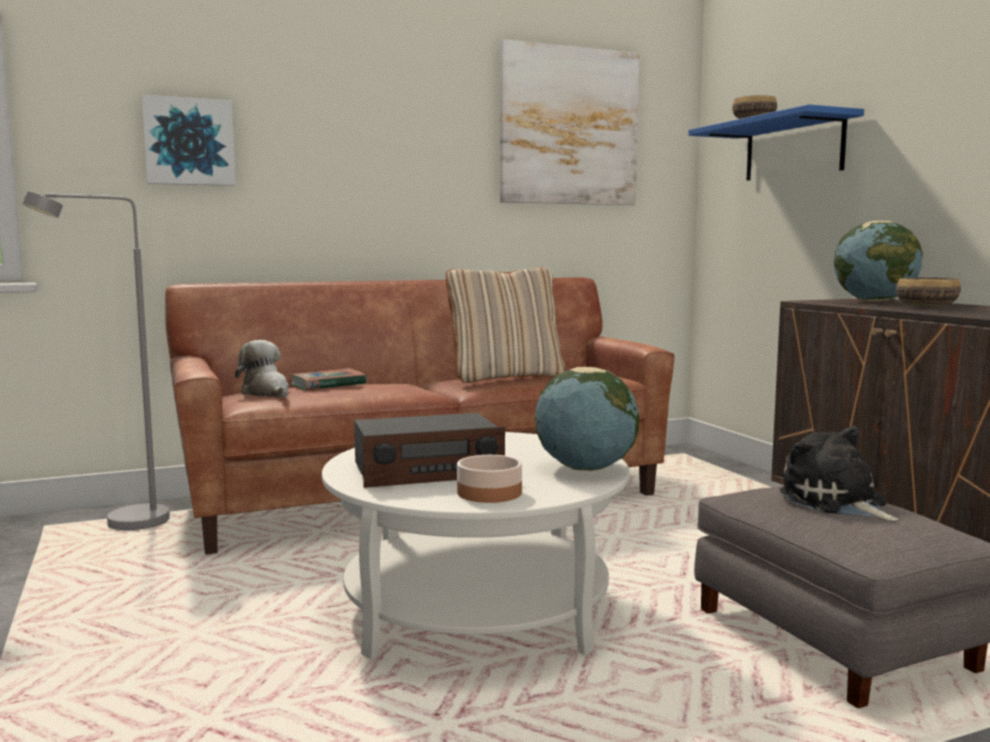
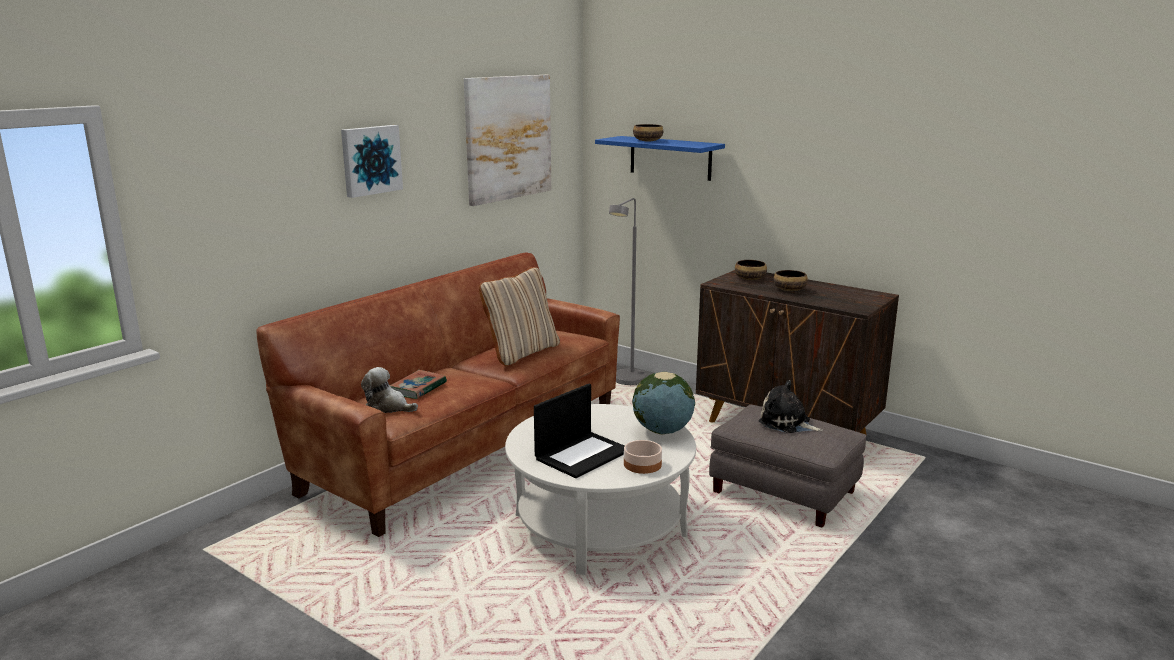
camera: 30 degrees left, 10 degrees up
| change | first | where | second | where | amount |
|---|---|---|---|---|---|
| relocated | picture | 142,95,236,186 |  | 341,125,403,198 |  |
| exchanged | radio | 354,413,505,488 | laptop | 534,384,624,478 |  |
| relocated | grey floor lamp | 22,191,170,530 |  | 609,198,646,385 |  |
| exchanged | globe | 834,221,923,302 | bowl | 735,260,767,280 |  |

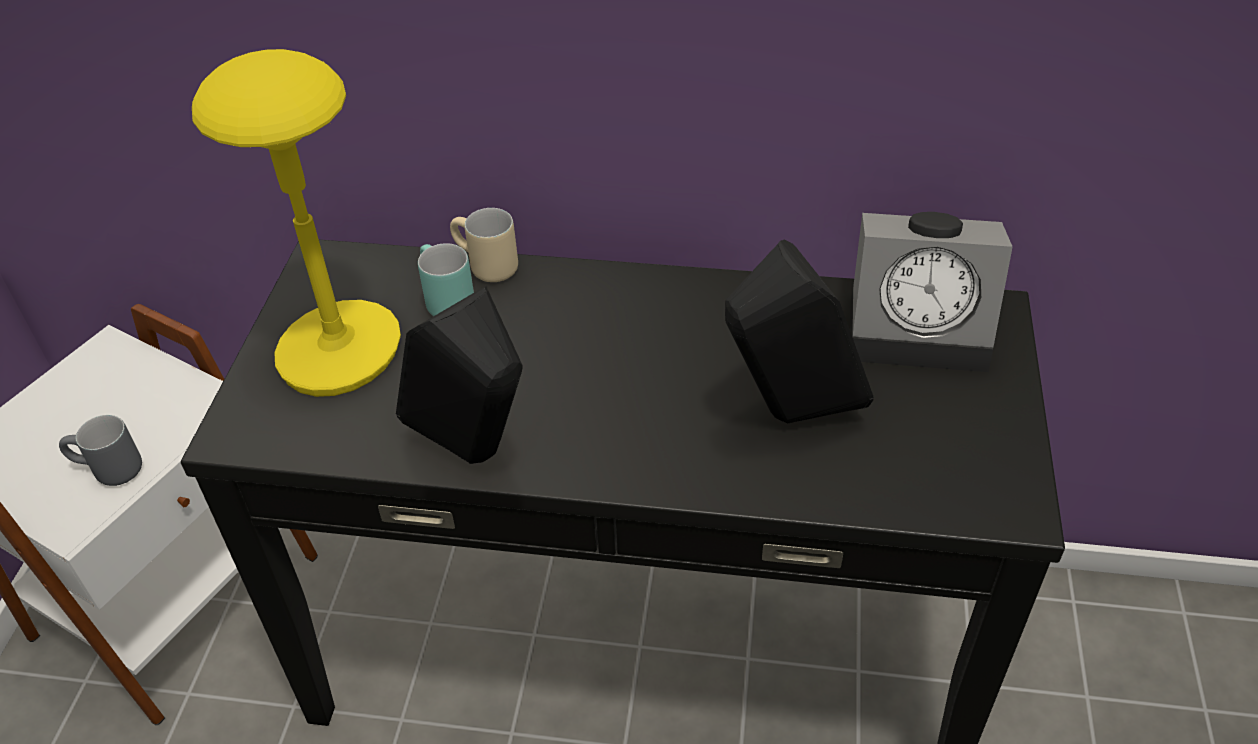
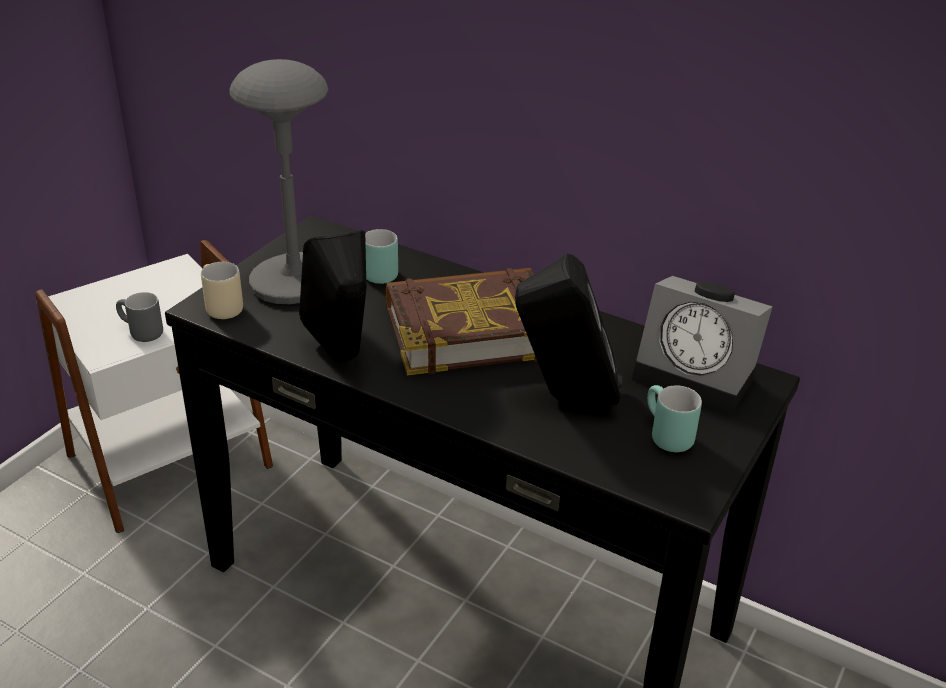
camera: 20 degrees right, 10 degrees down
| change | first | where | second | where | amount |
|---|---|---|---|---|---|
| relocated | beige mug | 450,208,518,282 |  | 201,262,243,319 |  |
| colour | yellow table lamp | 192,49,401,397 | grey table lamp | 230,59,328,304 |  |
| appeared |  |  | book | 386,268,537,375 |  |
| appeared |  |  | turquoise mug | 647,385,702,452 |  |

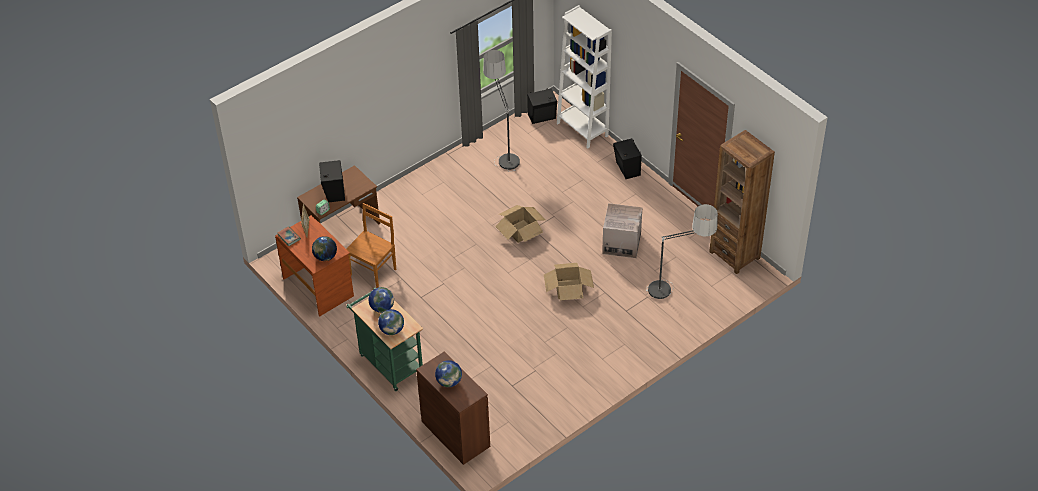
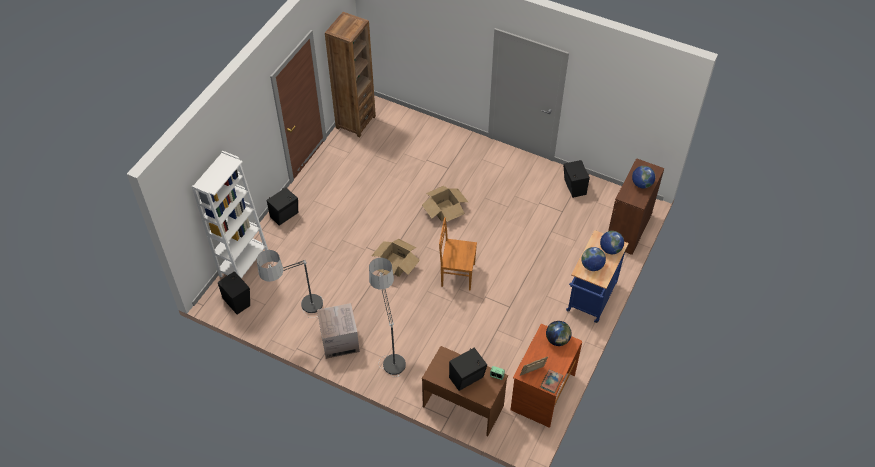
camera: 115 degrees left, 5 degrees up
| change | first | where | second | where | amount |
|---|---|---|---|---|---|
| relocated | cardboard box | 602,203,642,258 |  | 317,303,360,359 |  |
| relocated | floor lamp | 646,204,718,299 |  | 369,258,406,377 |  |
| relocated | brown chair | 346,203,396,288 |  | 439,217,477,290 |  |
| appeared |  |  | black speaker | 563,160,590,198 |  |
| colour | green cart | 346,288,423,391 | blue cart | 566,230,629,323 |  |

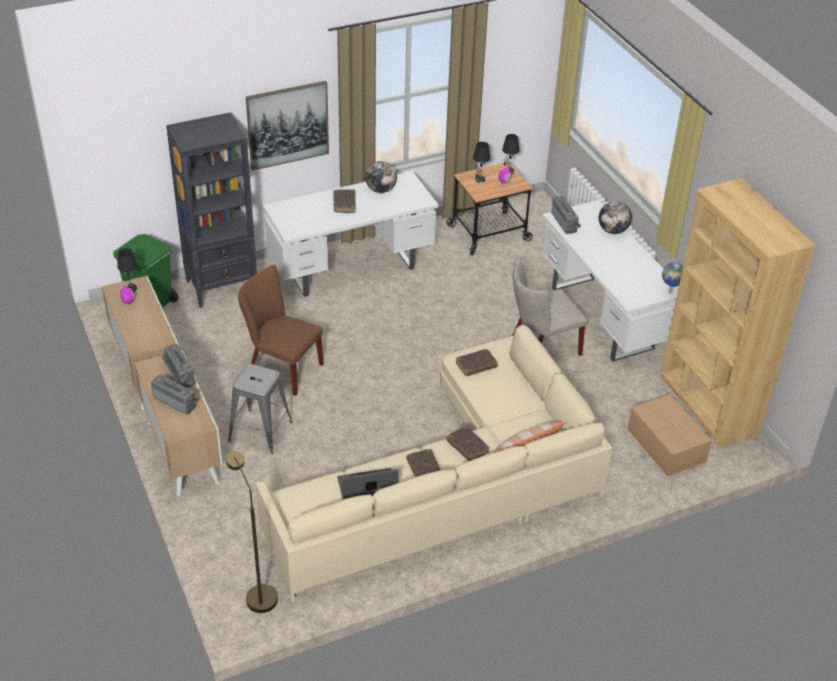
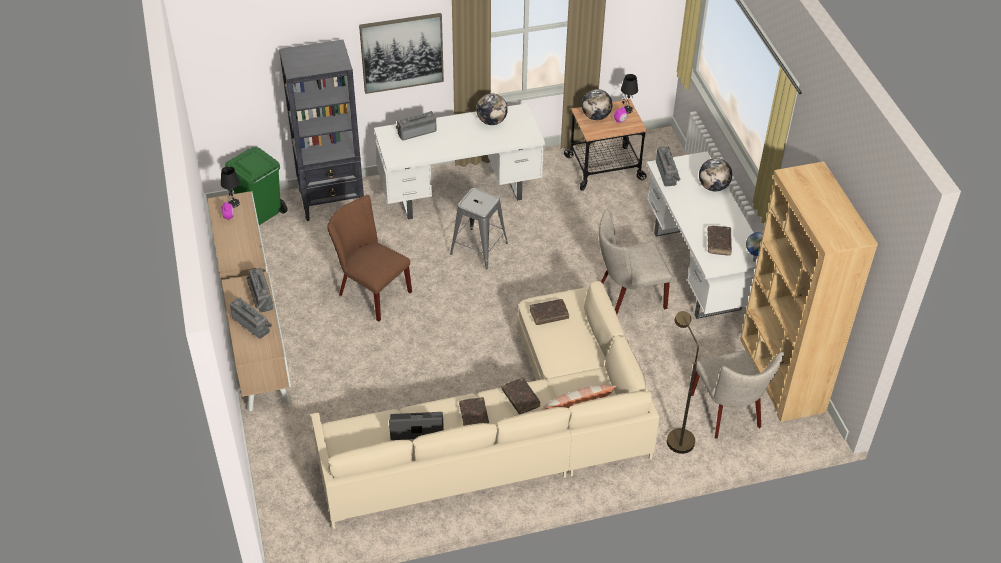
camera: 10 degrees right, 5 degrees up
| change | first | where | second | where | amount |
|---|---|---|---|---|---|
| appeared |  |  | radio | 396,111,437,140 |  |
| relocated | grey stool | 228,364,292,454 |  | 450,188,508,269 |  |
| exchanged | black table lamp | 473,142,490,183 | globe | 582,89,612,120 |  |
| relocated | brown floor lamp | 226,451,278,613 |  | 667,311,699,454 |  |
| exchanged | cardboard box | 627,394,712,476 | beige chair | 691,350,784,439 |  |
| relocated | brown book | 333,189,356,213 |  | 707,226,732,256 |  |

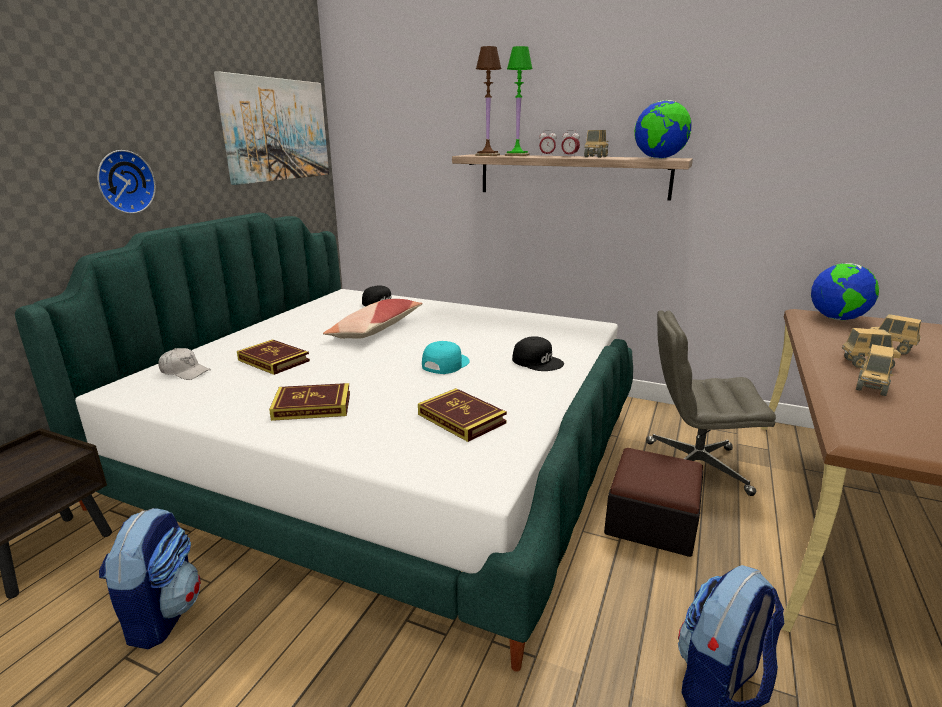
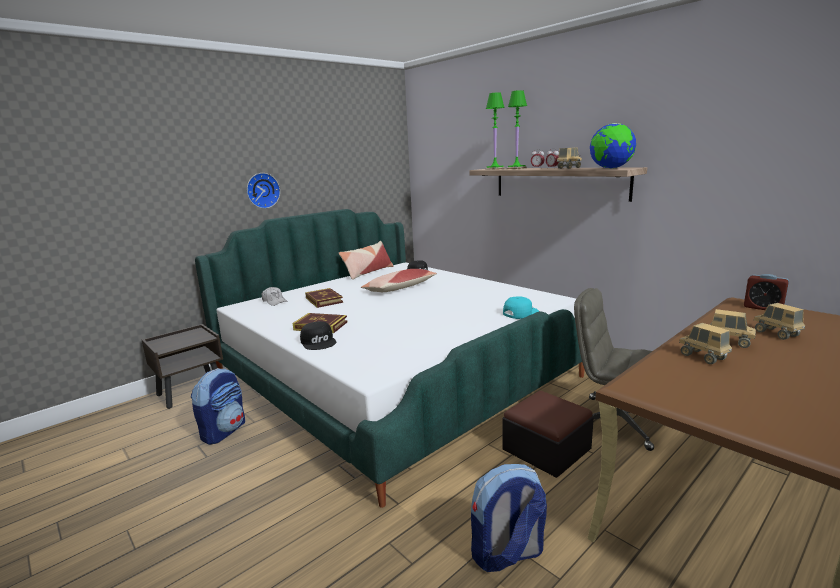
camera: 25 degrees right, 5 degrees down
| change | first | where | second | where | amount |
|---|---|---|---|---|---|
| relocated | black cap | 512,337,564,371 |  | 300,321,337,350 |  |
| appeared |  |  | pillow | 339,241,394,280 |  |
| colour | brown table lamp | 475,46,501,156 | green table lamp | 485,92,505,170 |  |
| relocated | turquoise cap | 422,341,470,374 |  | 503,296,539,319 |  |
| spun | toy truck | 856,344,894,396 |  | 679,323,732,364 | 90 degrees clockwise |
| exchanged | globe | 811,263,879,320 | alarm clock | 744,274,789,310 |  |
| missing | picture | 214,71,329,185 |  |  |  |
| missing | book | 418,388,507,442 |  |  |  |

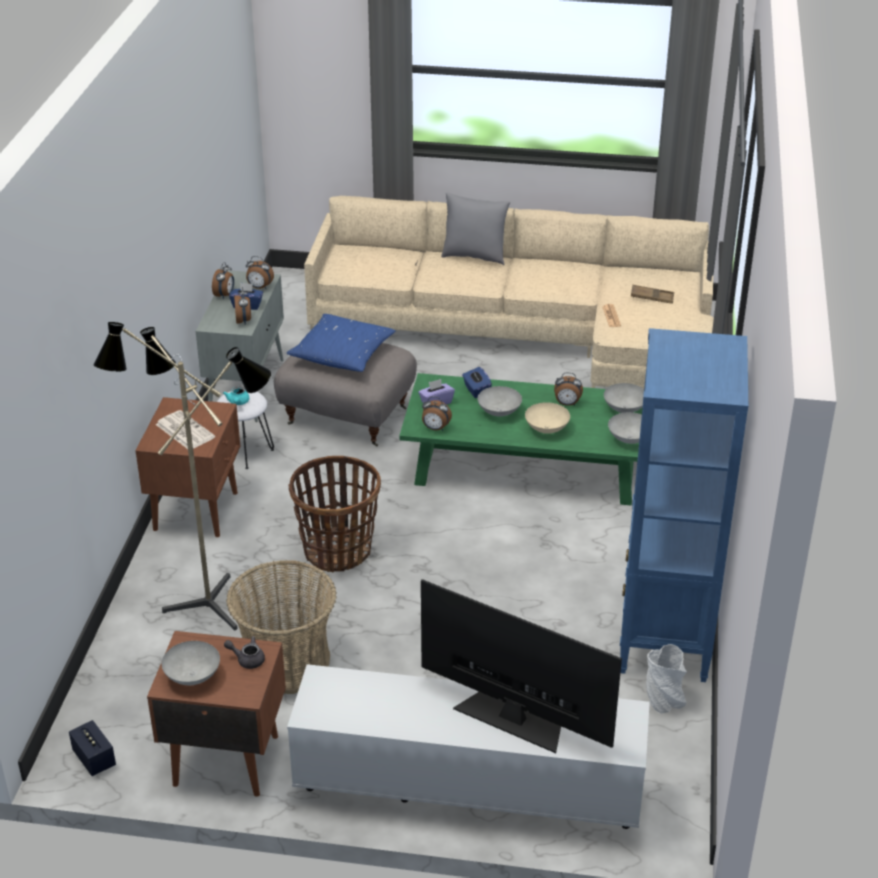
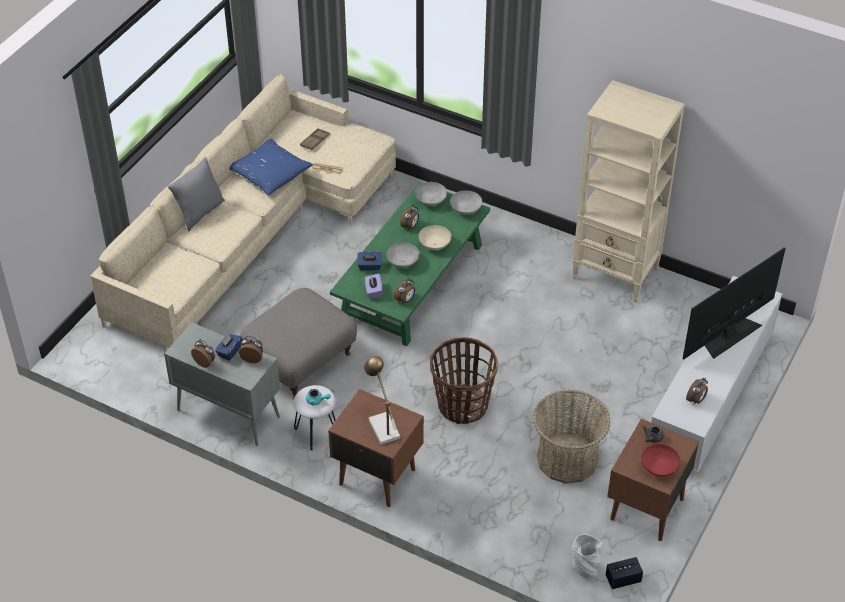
camera: 70 degrees left, 10 degrees up
| change | first | where | second | where | amount |
|---|---|---|---|---|---|
| relocated | blue pillow | 287,314,396,372 |  | 229,138,313,195 |  |
| exchanged | newspaper | 156,410,215,449 | table lamp | 364,356,400,445 |  |
| relocated | grey vase | 646,644,687,714 |  | 571,534,603,578 |  |
| colour | blue bookcase | 620,328,748,682 | beige bookcase | 572,80,685,303 |  |
| colour | grey bowl | 162,641,220,685 | red bowl | 641,444,680,476 |  |
| relocated | alarm clock | 246,256,274,289 |  | 686,378,708,404 |  |
| missing | floor lamp | 94,322,271,631 |  |  |  |

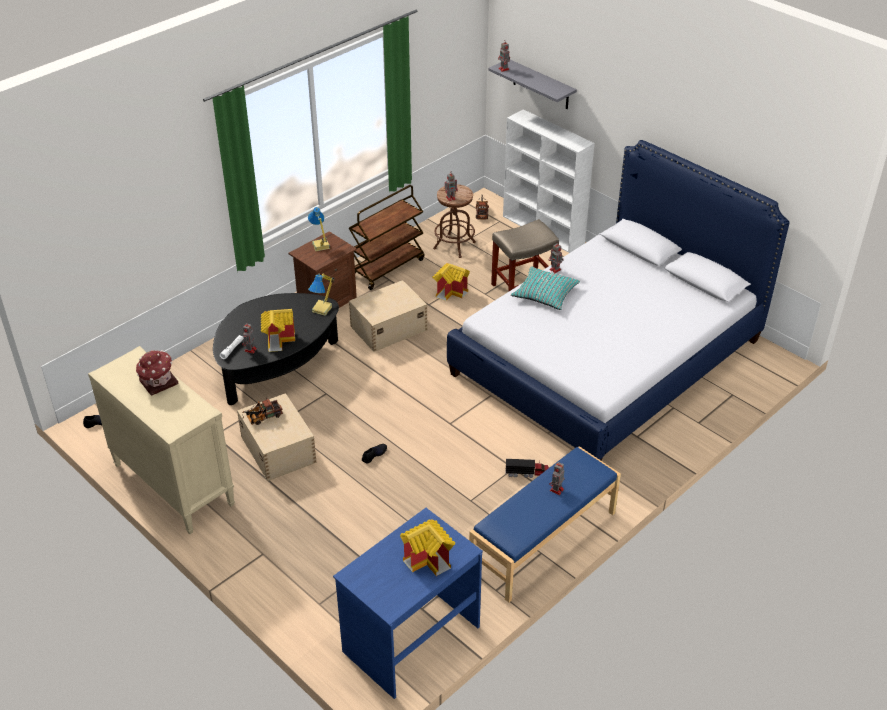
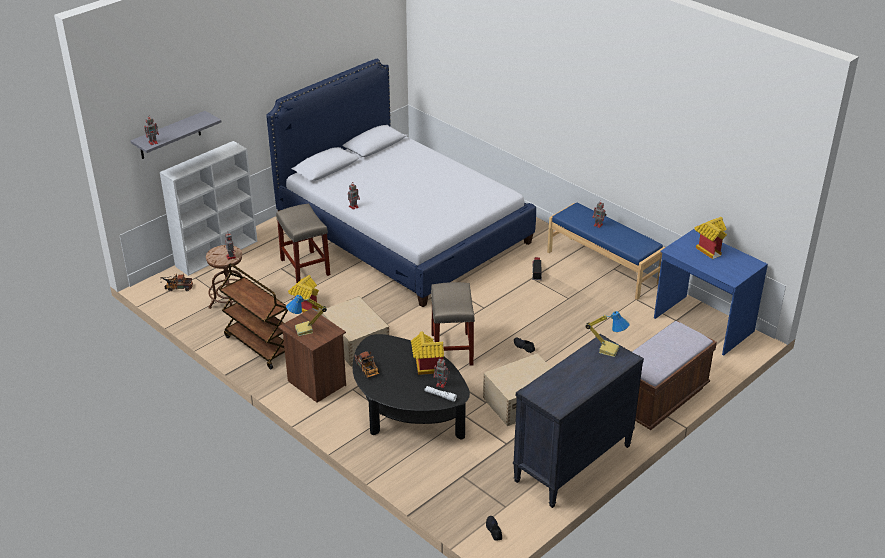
camera: 90 degrees left, 5 degrees down
| change | first | where | second | where | amount |
|---|---|---|---|---|---|
| relocated | toy truck | 242,397,283,425 |  | 354,351,379,378 |  |
| appeared |  |  | beige stool | 431,282,475,365 |  |
| colour | beige dresser | 88,346,235,534 | black dresser | 513,334,644,508 |  |
| relocated | table lamp | 308,273,334,316 |  | 585,311,630,357 |  |
| appeared |  |  | brown bench | 632,321,717,430 |  |
| missing | toy house | 136,350,178,396 |  |  |  |
| missing | turquoise pillow | 511,267,580,310 |  |  |  |

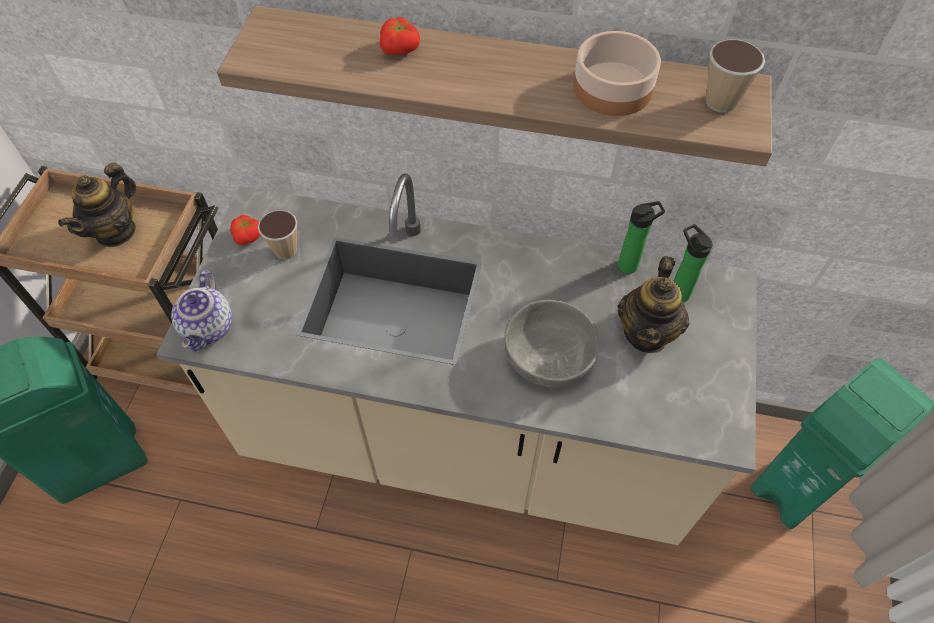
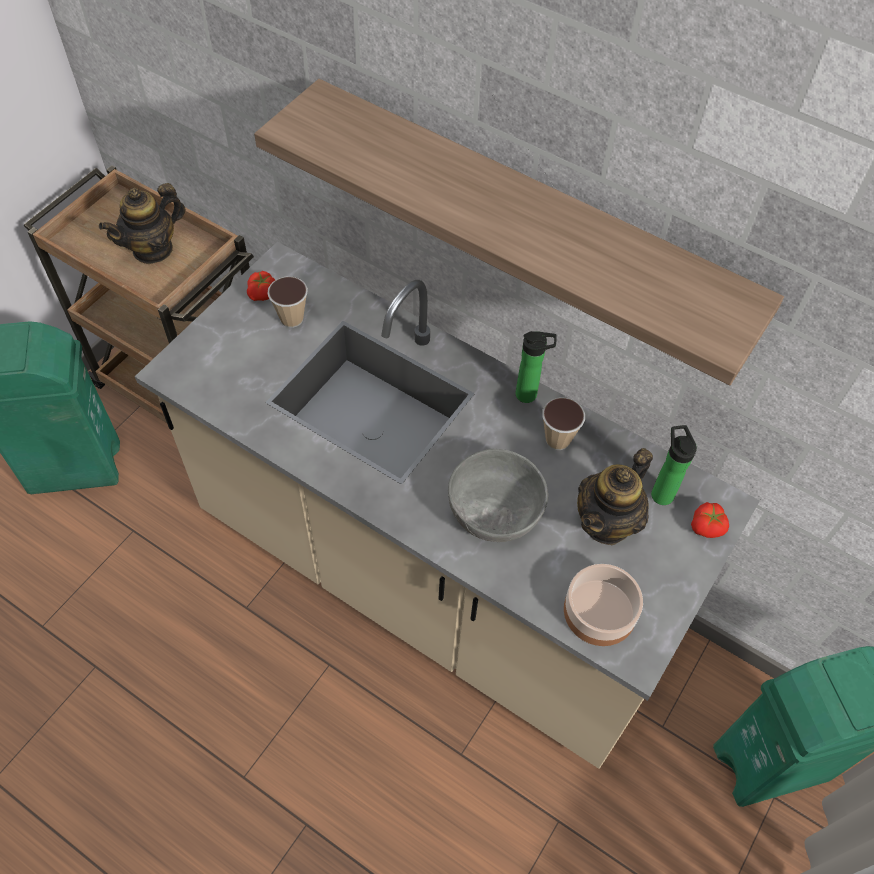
camera: 20 degrees right, 0 degrees up
| change | first | where | second | where | amount |
|---|---|---|---|---|---|
| relocated | bottle | 618,201,665,274 |  | 516,331,557,403 |  |
| relocated | cup | 706,39,765,113 |  | 542,397,585,450 |  |
| relocated | bowl | 573,31,661,116 |  | 564,564,643,646 |  |
| relocated | tomato | 380,17,420,55 |  | 691,502,729,538 |  |
| missing | teapot | 171,270,232,351 |  |  |  |

